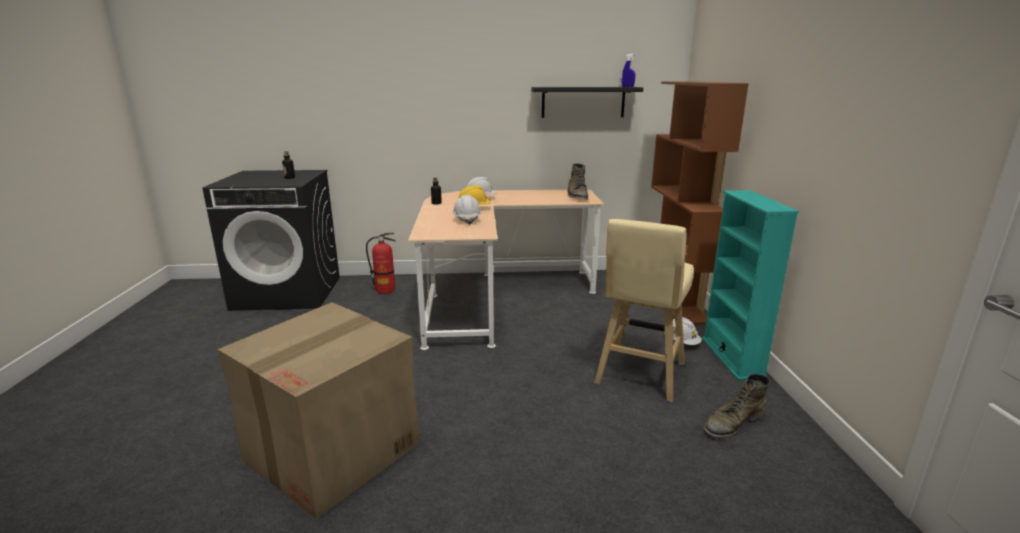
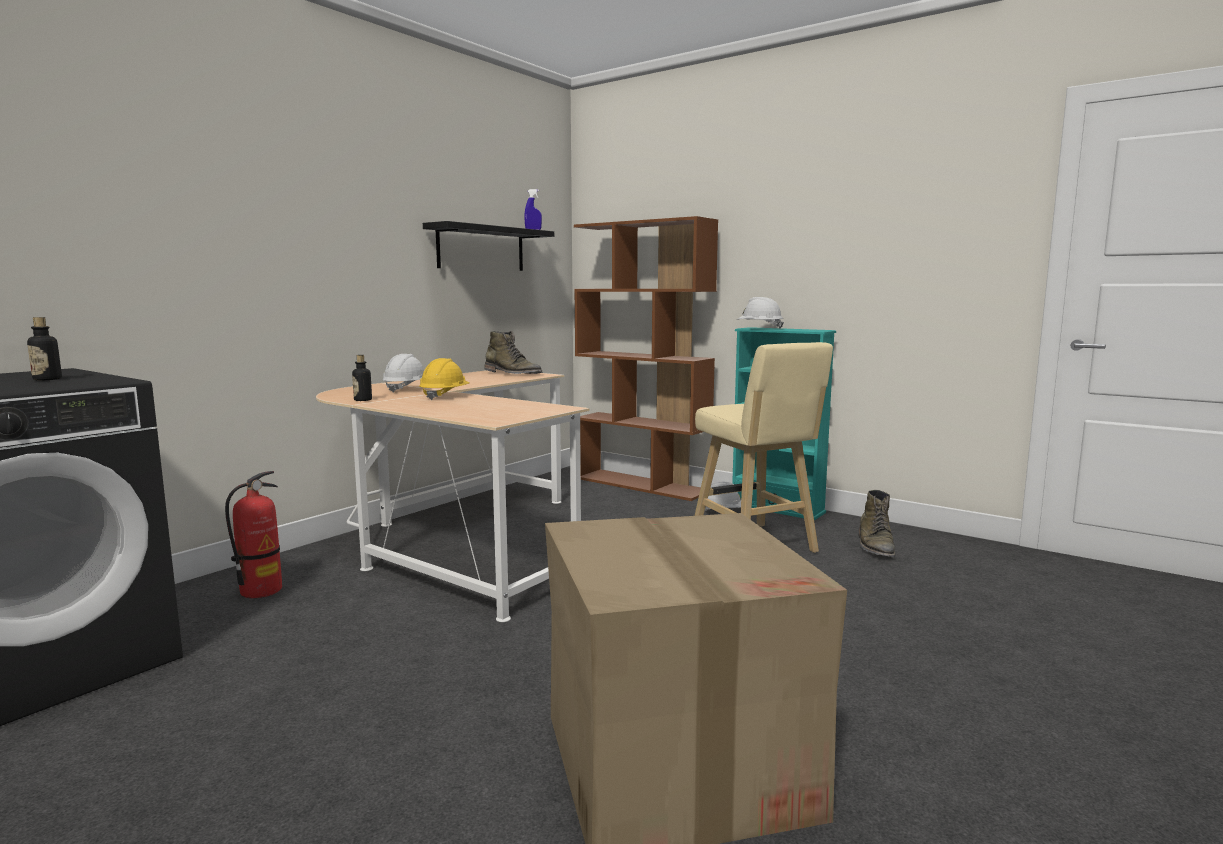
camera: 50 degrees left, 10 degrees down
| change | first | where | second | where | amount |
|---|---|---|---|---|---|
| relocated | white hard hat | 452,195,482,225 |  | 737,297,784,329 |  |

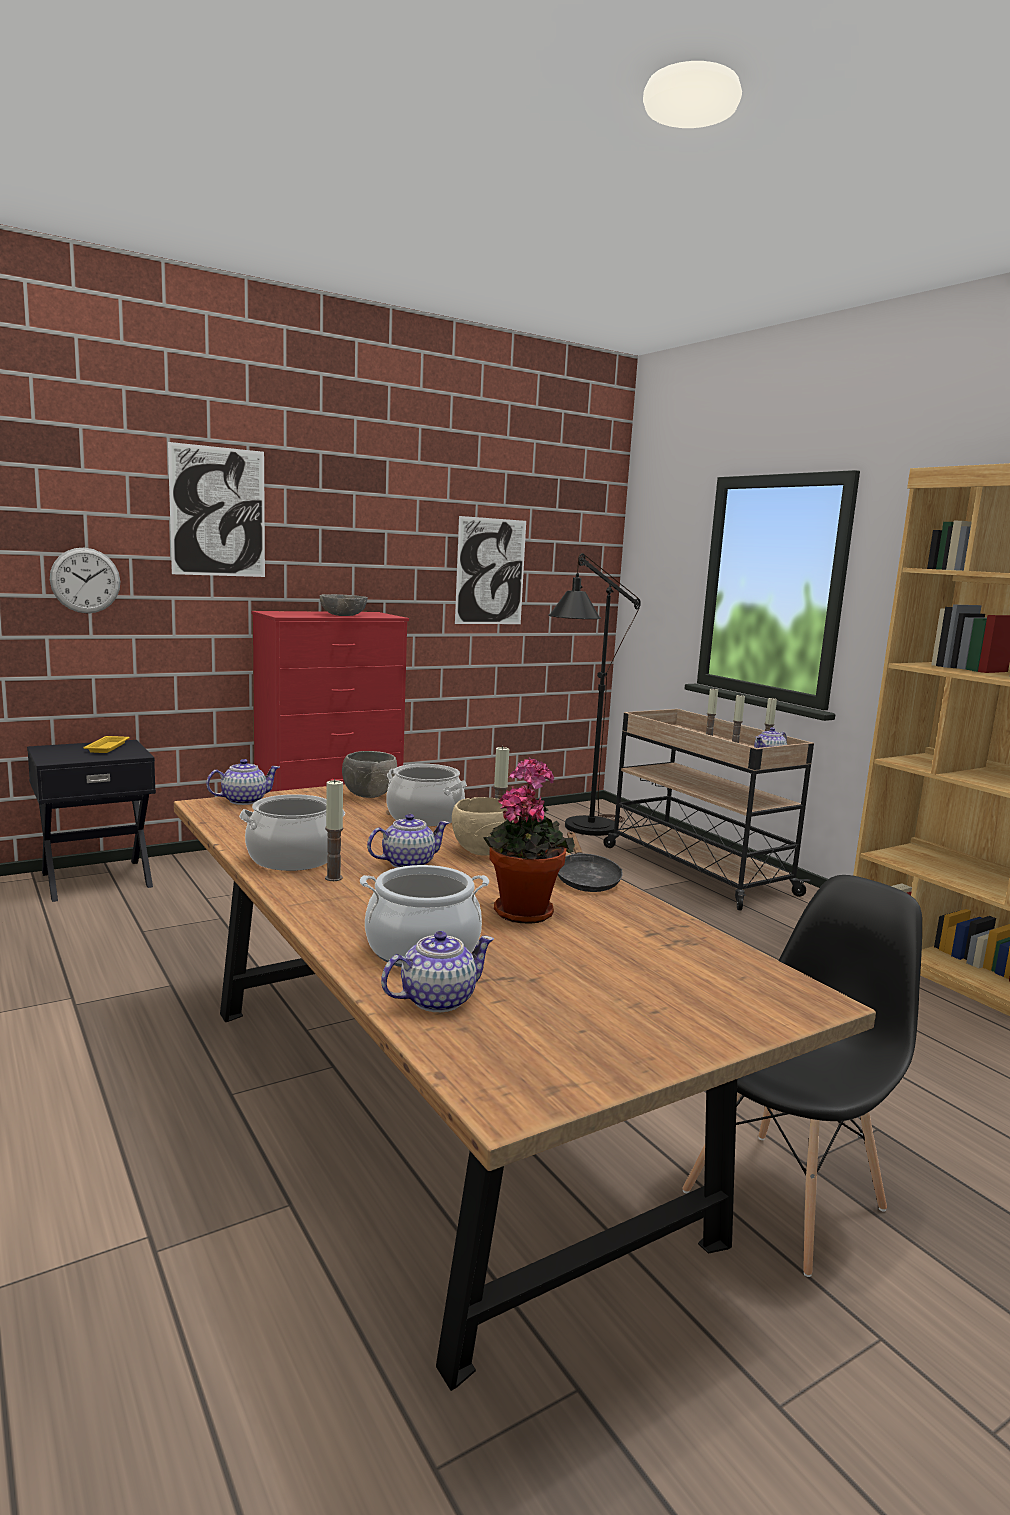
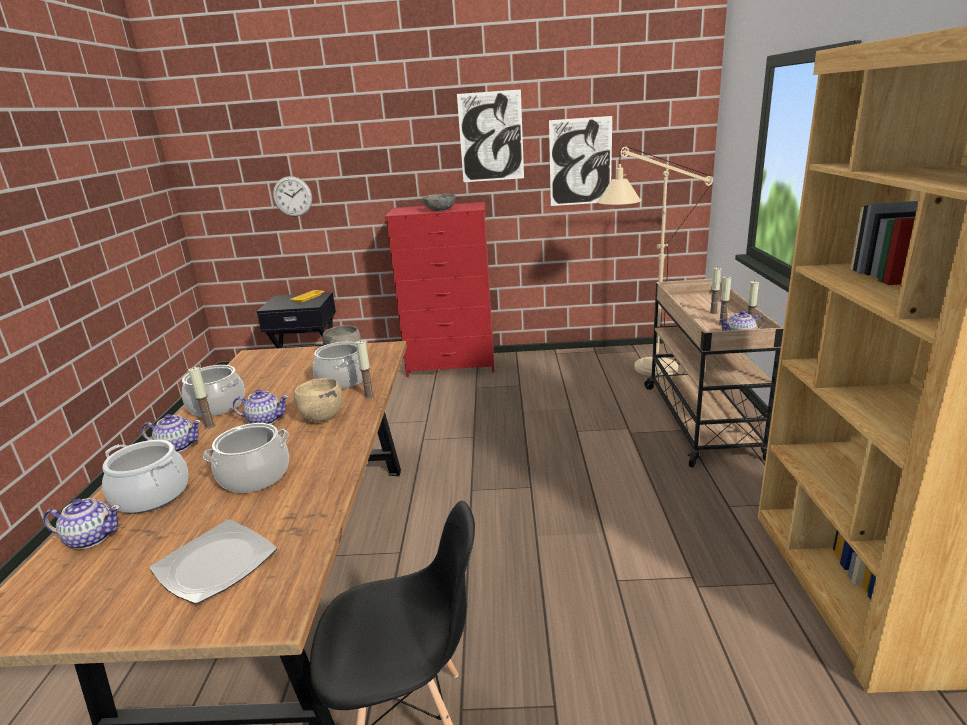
camera: 35 degrees right, 10 degrees up
| change | first | where | second | where | amount |
|---|---|---|---|---|---|
| relocated | teapot | 206,759,280,805 |  | 141,414,201,452 |  |
| appeared |  |  | plate | 149,519,277,604 |  |
| exchanged | potted plant | 483,757,575,924 | cooking pot | 203,423,289,493 |  |
| relocated | picture | 168,442,265,577 |  | 457,89,524,182 |  |
| colour | black floor lamp | 548,553,641,836 | beige floor lamp | 597,146,713,376 |  |
| missing | black frying pan | 558,832,623,892 |  |  |  |

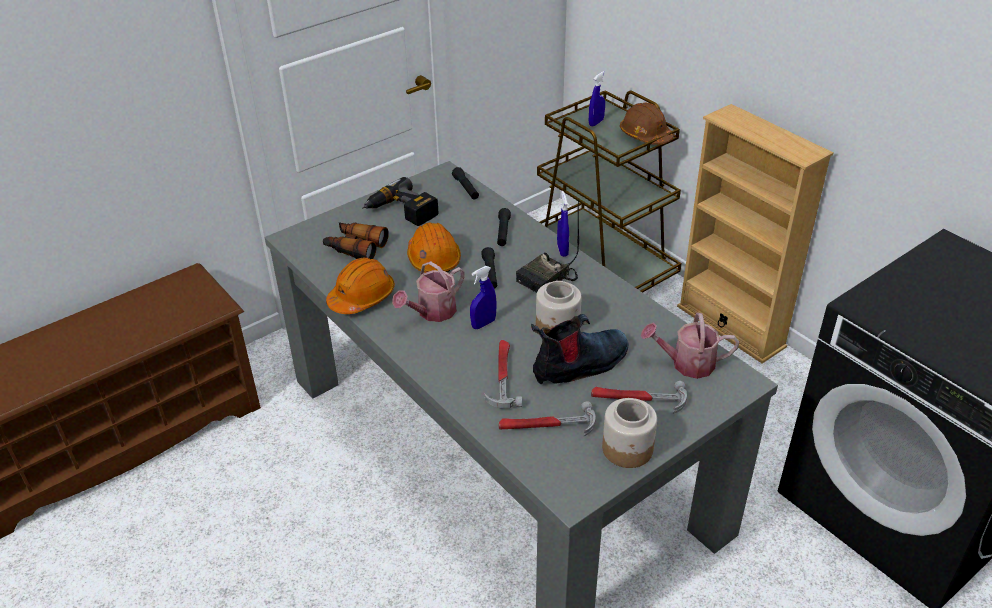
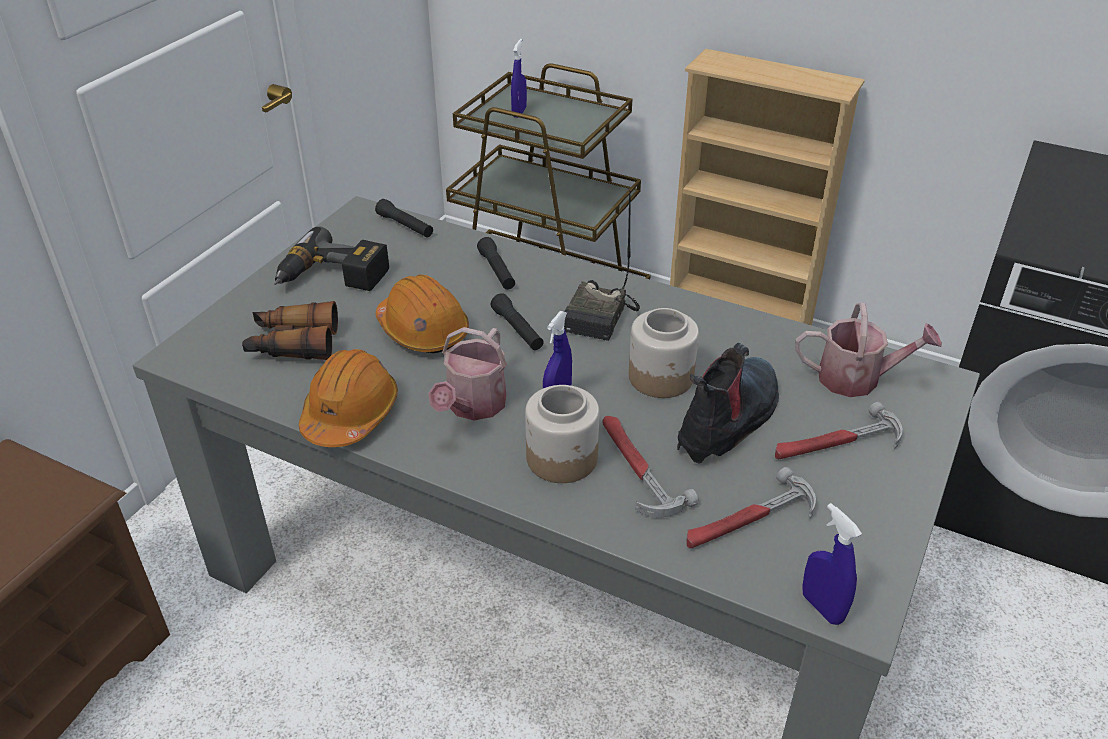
camera: 25 degrees left, 0 degrees up
| change | first | where | second | where | amount |
|---|---|---|---|---|---|
| relocated | jar | 602,398,657,468 |  | 525,385,600,483 |  |
| spun | watering can | 641,313,739,379 |  | 795,303,942,397 | 150 degrees counterclockwise |
| relocated | blue spray bottle | 557,191,569,257 |  | 802,503,862,625 |  |
| missing | brown hard hat | 620,103,674,145 |  |  |  |

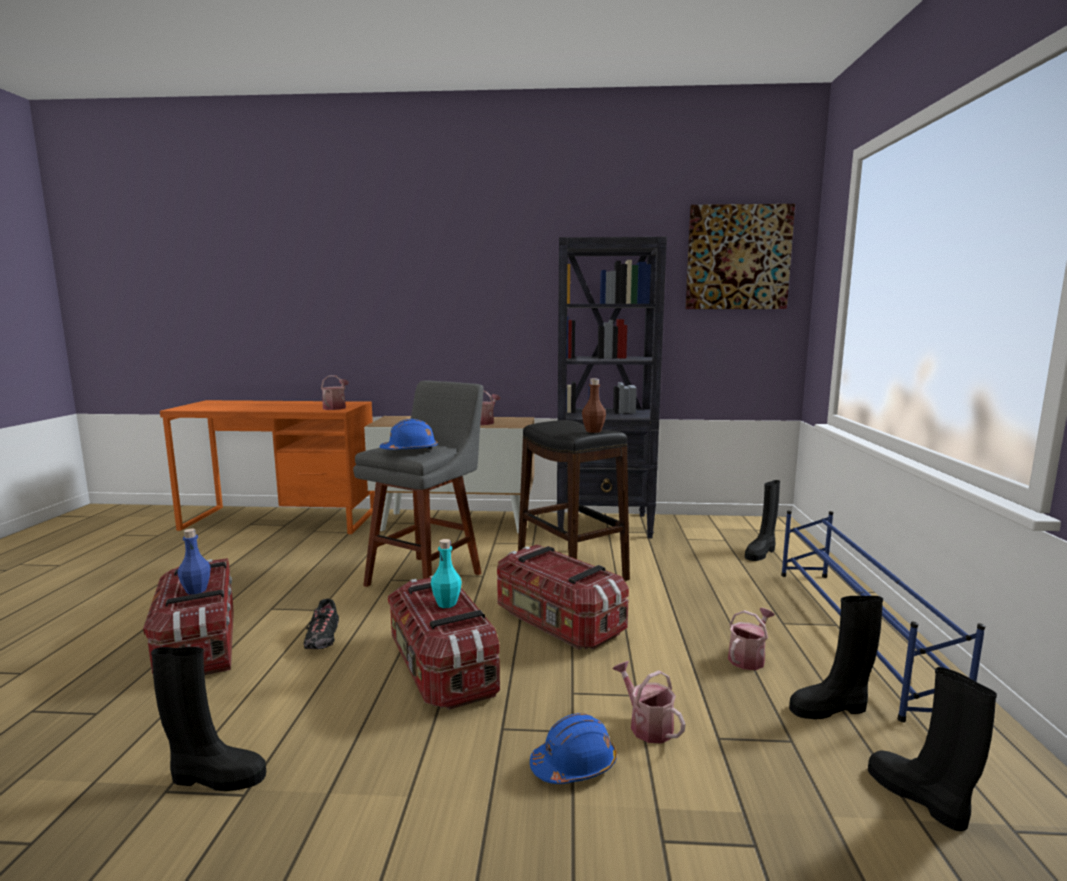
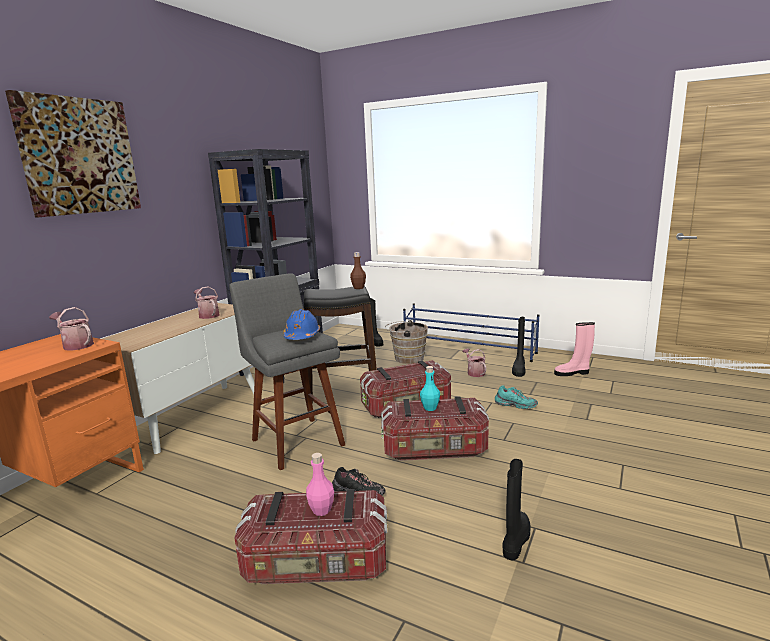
camera: 65 degrees left, 5 degrees up
| change | first | where | second | where | amount |
|---|---|---|---|---|---|
| relocated | picture | 685,204,795,309 |  | 5,90,141,217 |  |
| colour | blue bottle | 178,529,211,595 | pink bottle | 306,453,334,516 |  |
| appeared |  |  | brown bucket | 385,320,428,364 |  |
| exchanged | watering can | 613,661,686,743 | turquoise shoe | 495,385,538,409 |  |
| colour | black boot | 868,667,997,831 | pink boot | 554,322,595,376 |  |
| missing | blue hard hat | 530,713,617,784 |  |  |  |

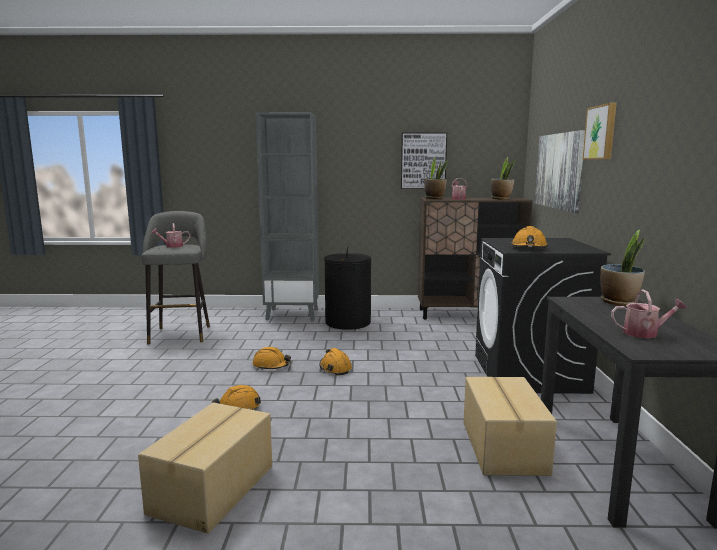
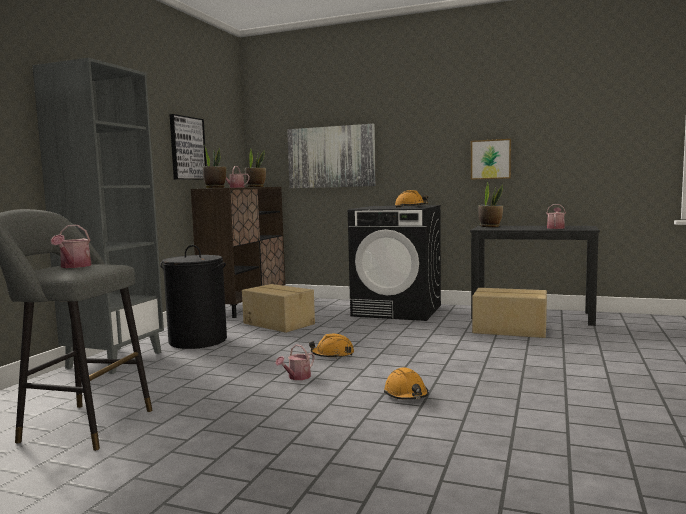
camera: 70 degrees left, 5 degrees down
| change | first | where | second | where | amount |
|---|---|---|---|---|---|
| relocated | cardboard box | 138,403,272,534 |  | 242,284,315,333 |  |
| exchanged | orange hard hat | 252,347,291,370 | watering can | 275,344,314,380 |  |
| relocated | picture | 583,103,617,159 |  | 471,139,511,180 |  |

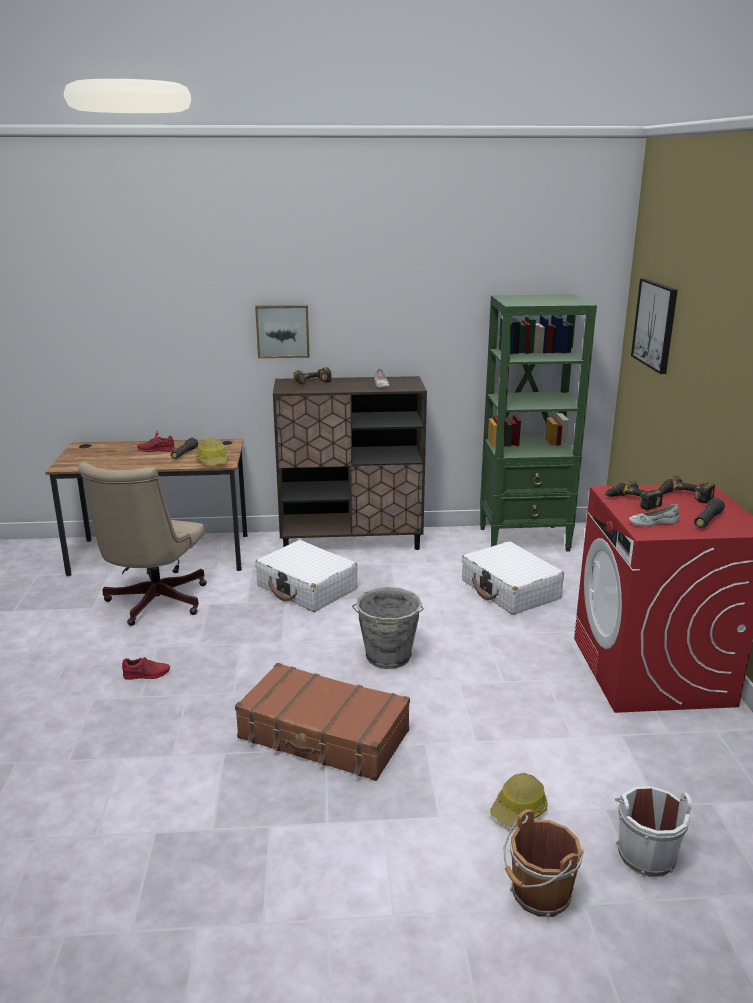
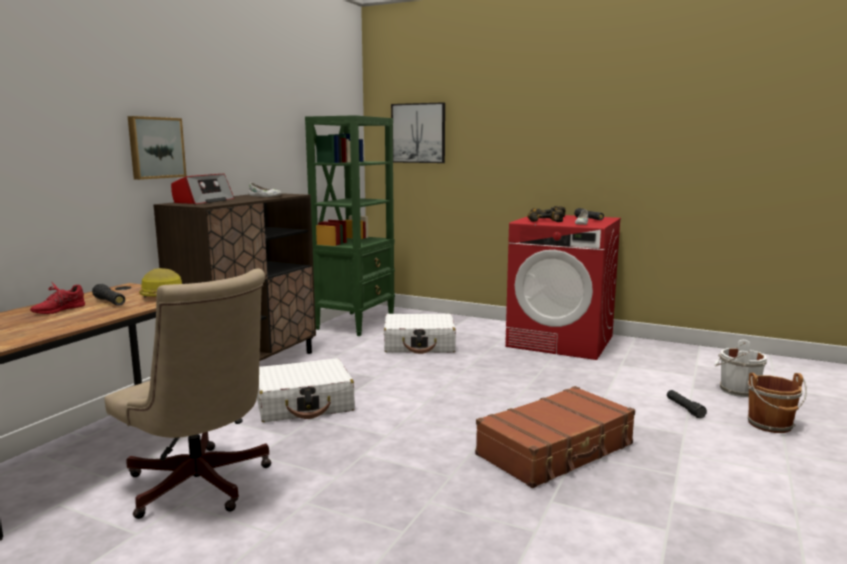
camera: 60 degrees left, 10 degrees down
| change | first | where | second | where | amount |
|---|---|---|---|---|---|
| exchanged | power drill | 293,367,332,384 | radio | 171,174,234,204 |  |
| exchanged | hard hat | 490,773,548,827 | black flashlight | 667,390,707,418 |  |
| missing | red shoe | 122,657,170,680 |  |  |  |
| missing | grey bucket | 352,587,424,669 |  |  |  |

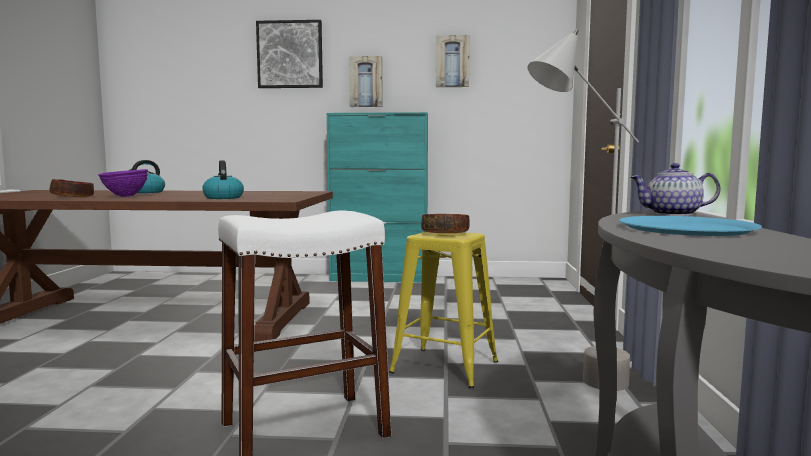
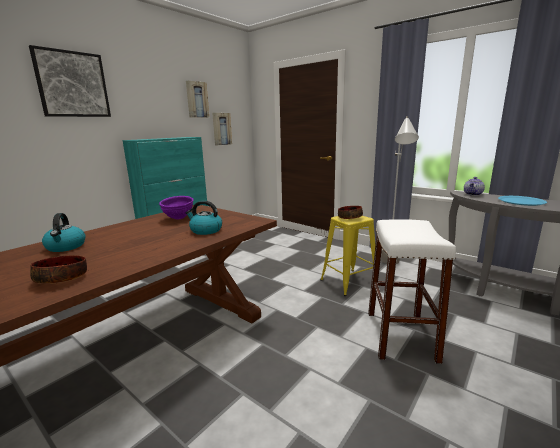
camera: 55 degrees left, 10 degrees up
| change | first | where | second | where | amount |
|---|---|---|---|---|---|
| relocated | purple bowl | 98,169,148,197 |  | 159,196,194,220 |  |
| relocated | picture | 349,56,383,107 |  | 212,113,232,145 |  |

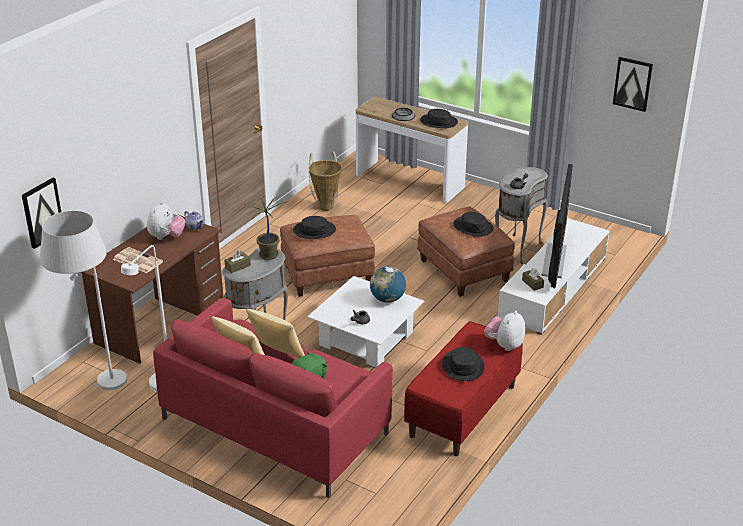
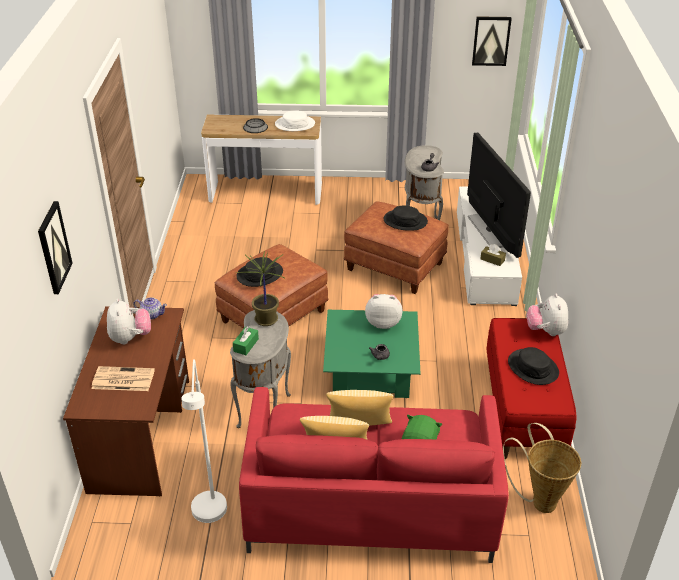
camera: 30 degrees left, 5 degrees up
| change | first | where | second | where | amount |
|---|---|---|---|---|---|
| relocated | picture | 22,178,61,249 |  | 38,201,73,294 |  |
| colour | brown tissue box | 224,251,251,273 | green tissue box | 233,326,259,355 |  |
| colour | black hat | 420,109,458,128 | white hat | 275,111,315,131 |  |
| colour | white coffee table | 307,276,424,368 | green coffee table | 323,310,421,398 |  |
| exchanged | globe | 370,266,406,303 | plush toy | 365,294,403,329 |  |
| relocated | basket | 308,151,342,211 |  | 503,423,581,513 |  |
| missing | white floor lamp | 40,211,127,390 |  |  |  |

